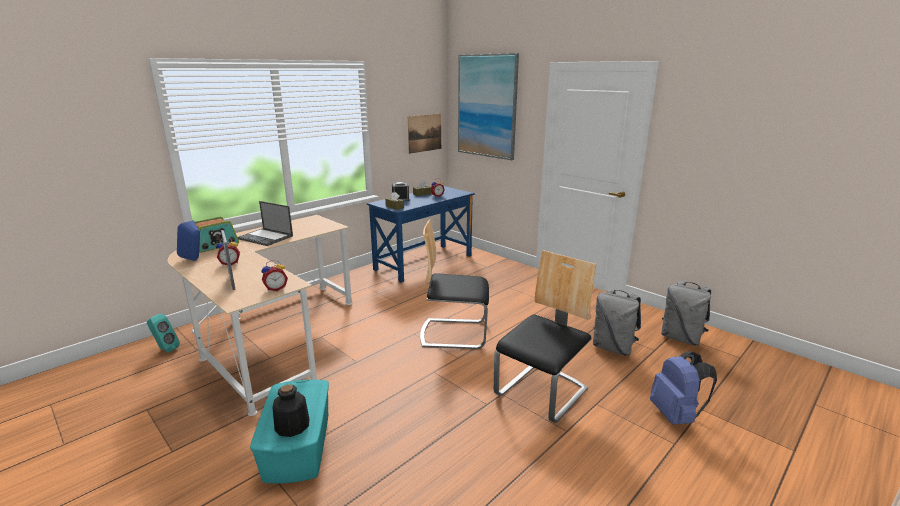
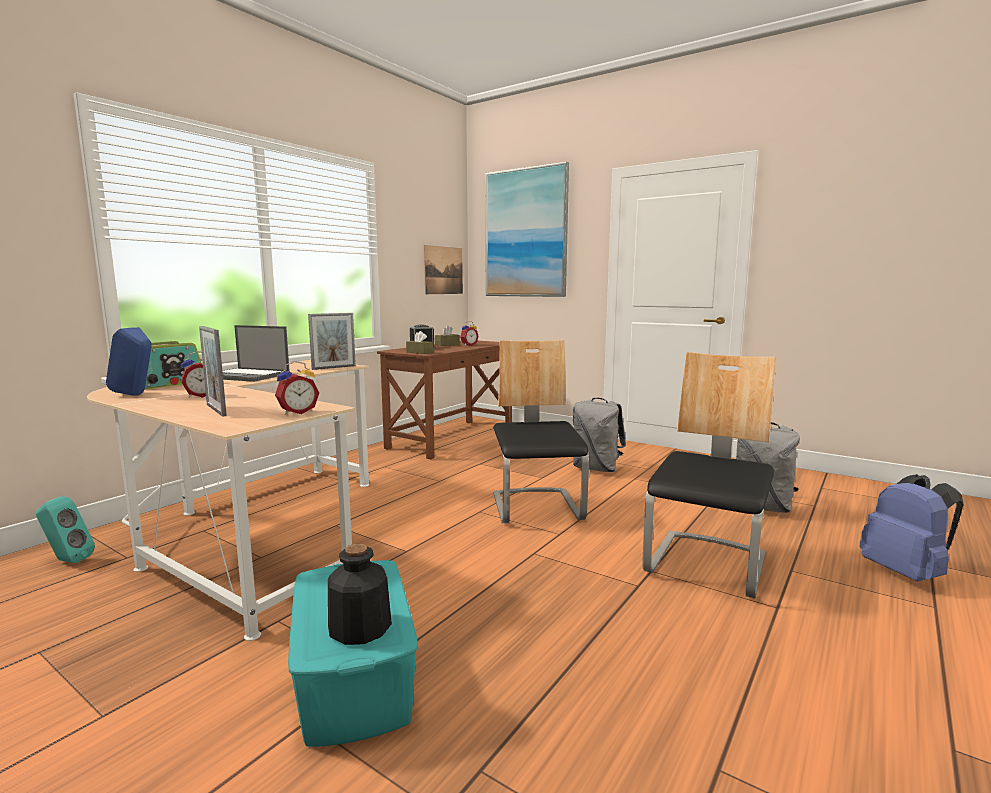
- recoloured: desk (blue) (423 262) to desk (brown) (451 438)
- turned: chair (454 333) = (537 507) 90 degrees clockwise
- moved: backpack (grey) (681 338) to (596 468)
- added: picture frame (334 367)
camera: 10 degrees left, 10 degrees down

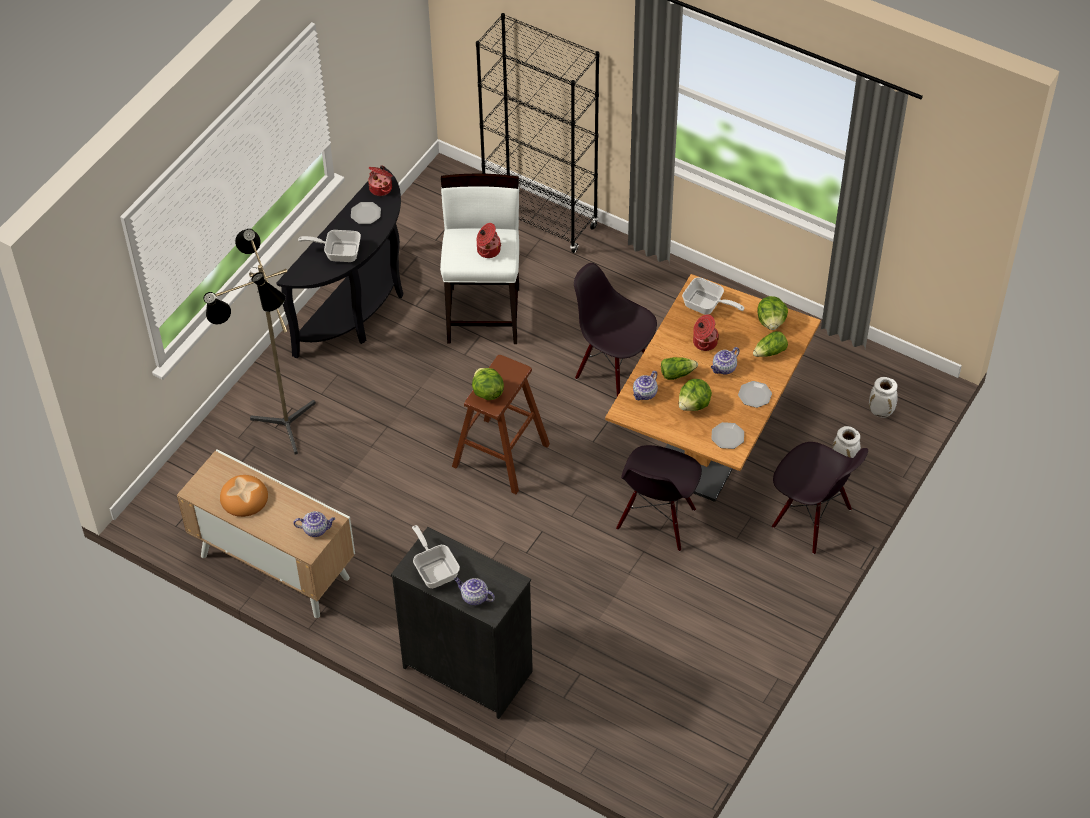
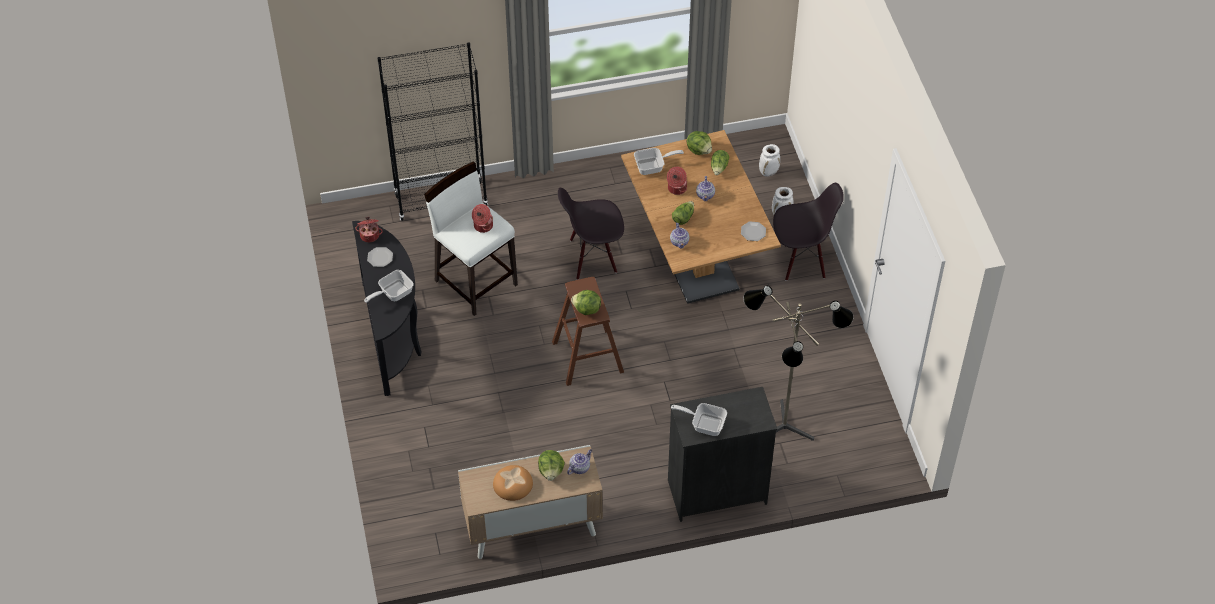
- moved: floor lamp (279 428) to (782 433)
- moved: lettuce (694 405) to (551 471)
- removed: plate (754 395)
- removed: chair (black) (657 520)
- removed: teapot (474 597)
camera: 45 degrees left, 0 degrees up

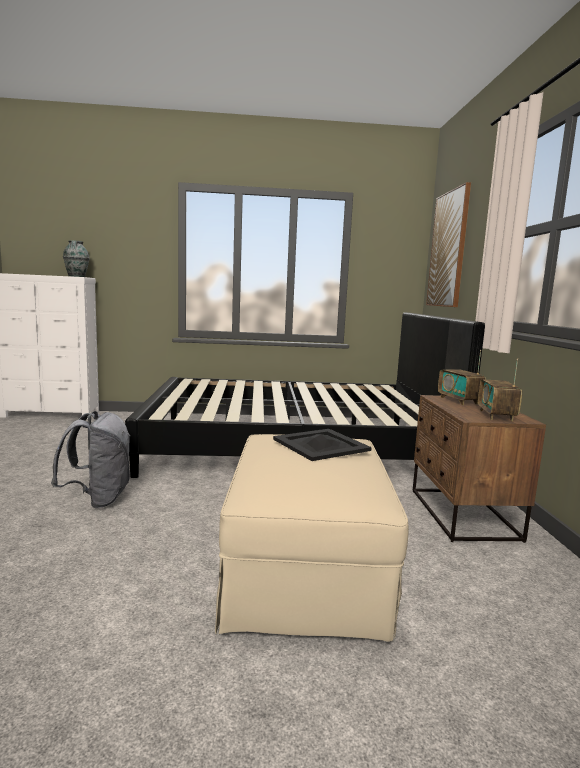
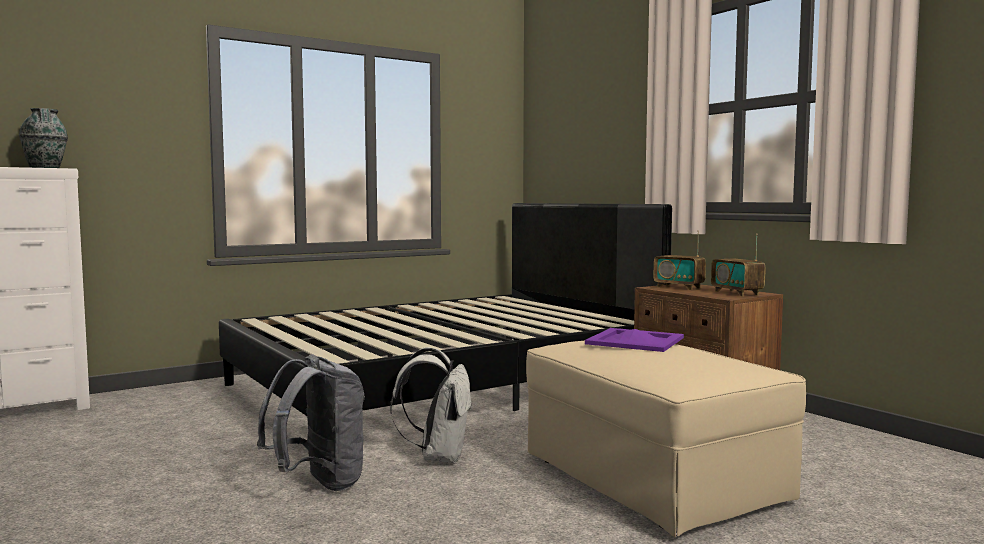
- removed: picture (448 249)
- recoloured: tray (black) (321 444) to tray (purple) (634 340)
- added: backpack (white) (439 457)
camera: 30 degrees left, 5 degrees down

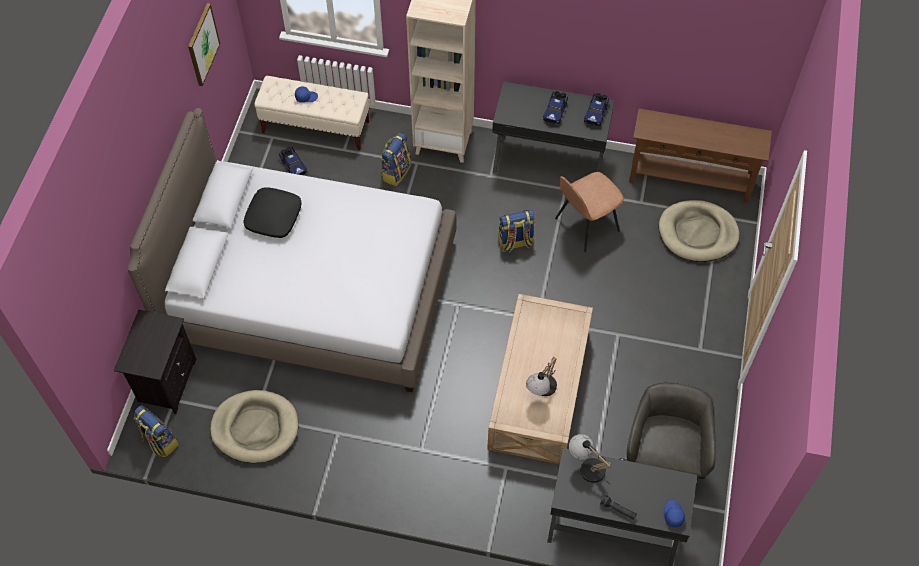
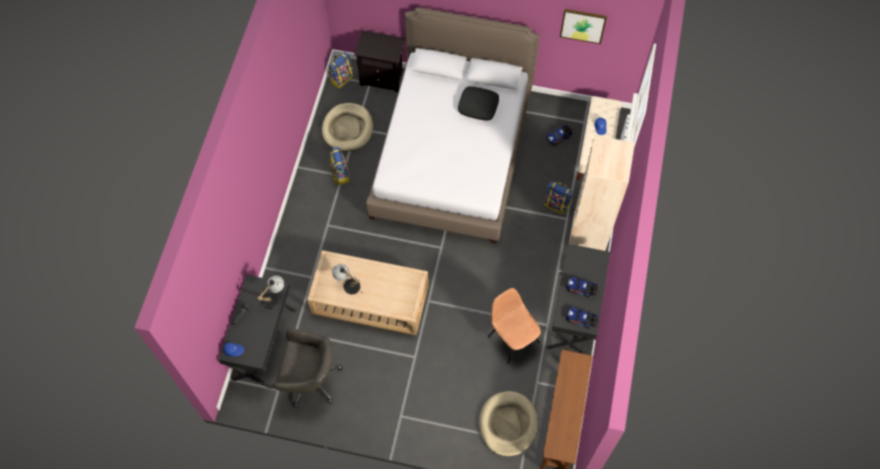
- moved: backpack (515 243) to (340 174)
camera: 90 degrees right, 5 degrees up

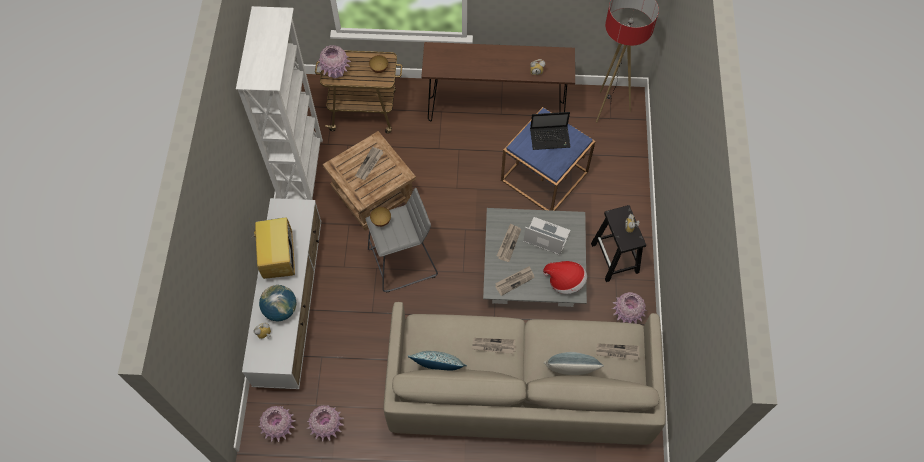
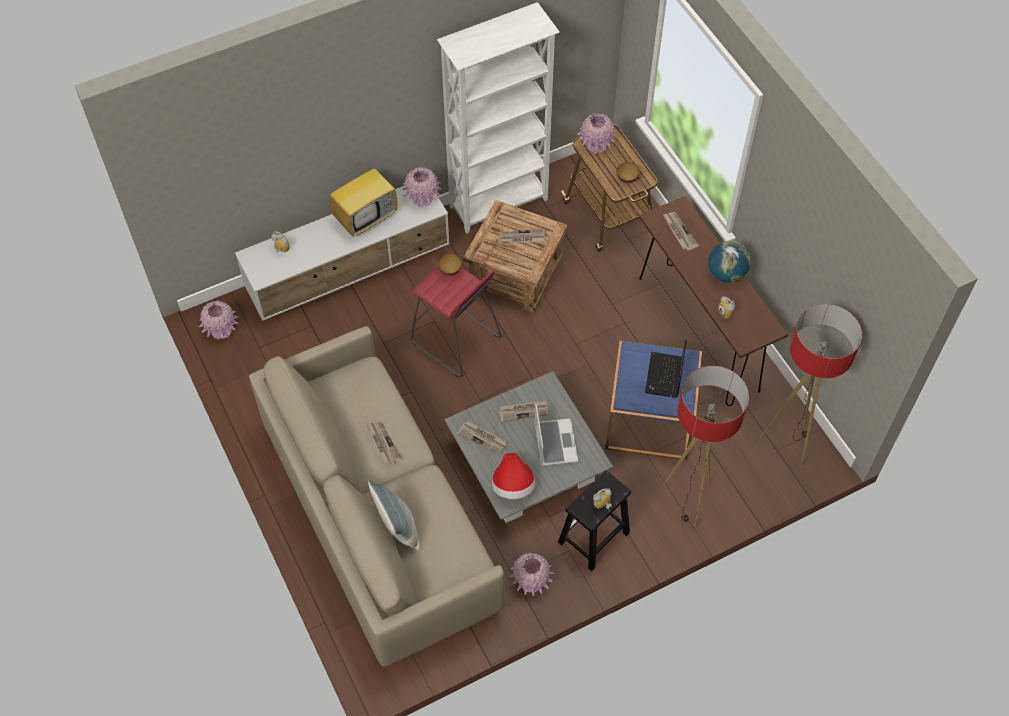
- turned: laptop (550 138) = (664 376) 45 degrees clockwise
- recoloured: stool (grey) (403 262) to stool (red) (456 341)
- moved: globe (281 310) to (726 274)
- moved: newspaper (617 352) to (679 232)
- removed: pillow (438 368)
- moved: vase (pink) (327 427) to (422 199)
- added: floor lamp (687 500)
camera: 60 degrees right, 5 degrees down

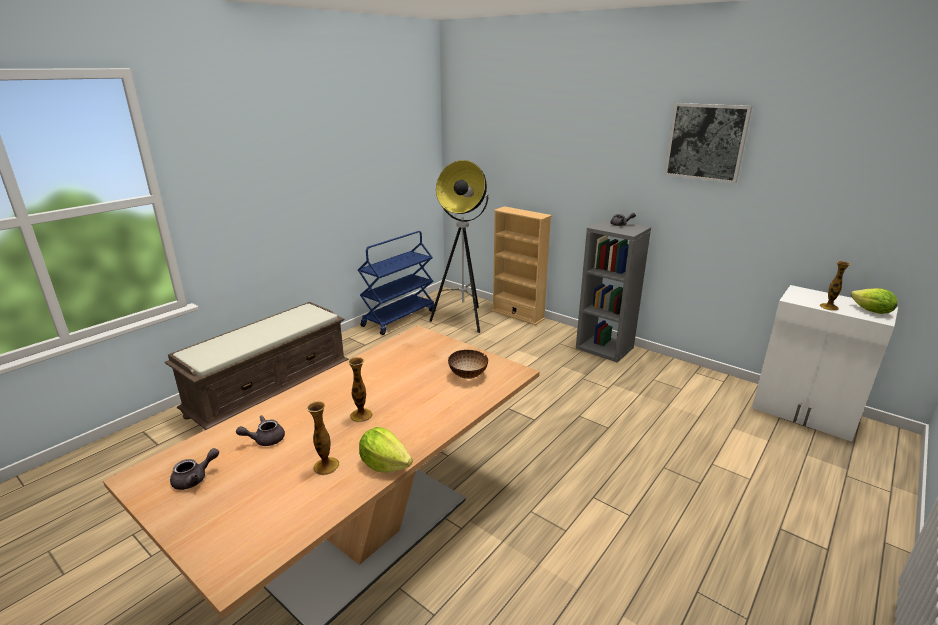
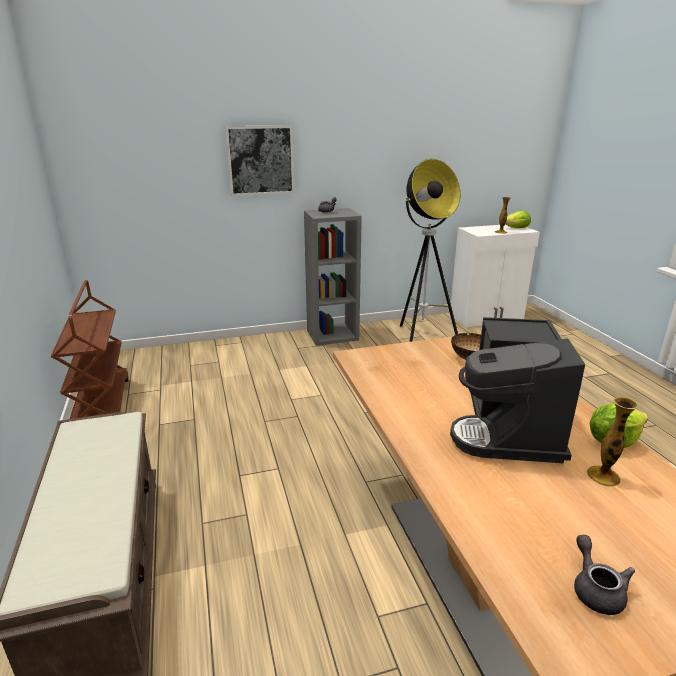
- moved: picture (706 142) to (260 160)
- moved: floor lamp (463 319) to (421 339)
- removed: bookcase (beige) (518 315)
- recoloured: cart (blue) (399 318) to cart (brown) (101 406)
- replaced: vase (361 415) to coffee machine (509 431)
- removed: teapot (grey) (265 439)
camera: 55 degrees left, 0 degrees up

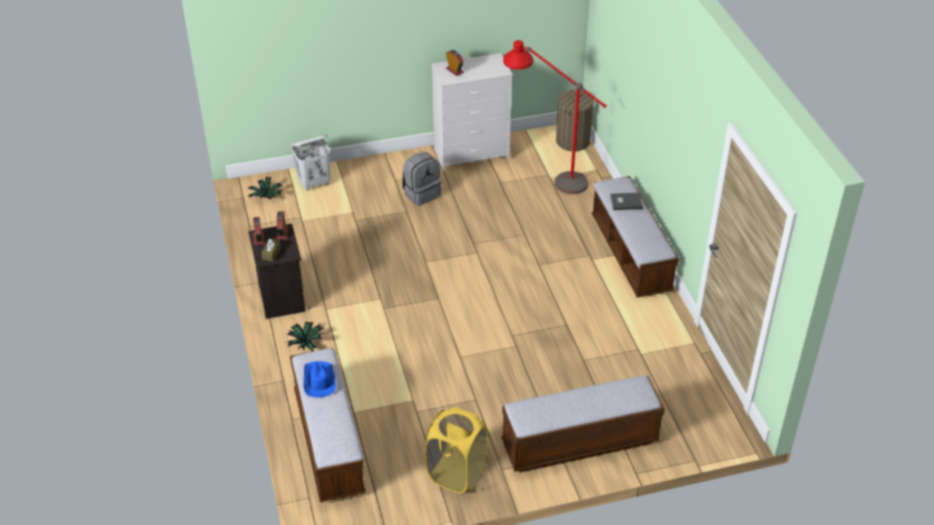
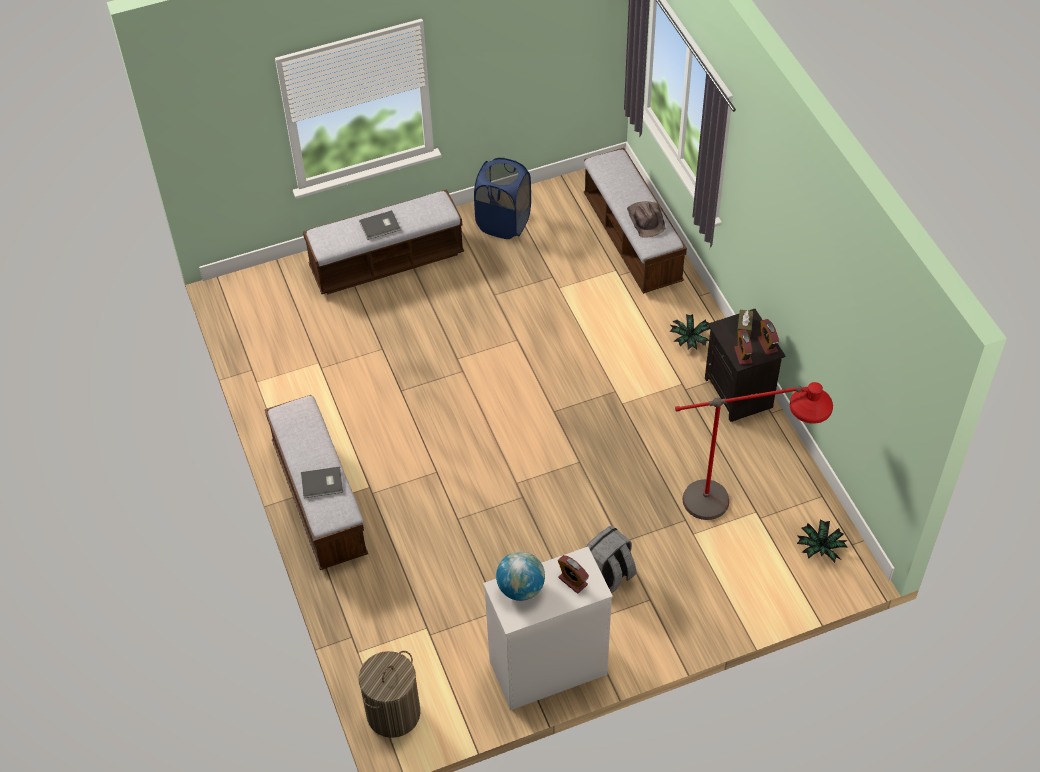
- moved: floor lamp (red) (548 178) to (738 506)
- removed: laundry basket (white) (314 183)
- recoloured: hat (blue) (319 380) to hat (brown) (646 219)
- recoloured: laundry basket (yellow) (456 474) to laundry basket (blue) (503 223)
- added: book (grey) (380 226)
- added: globe (520 588)
camera: 175 degrees right, 10 degrees up

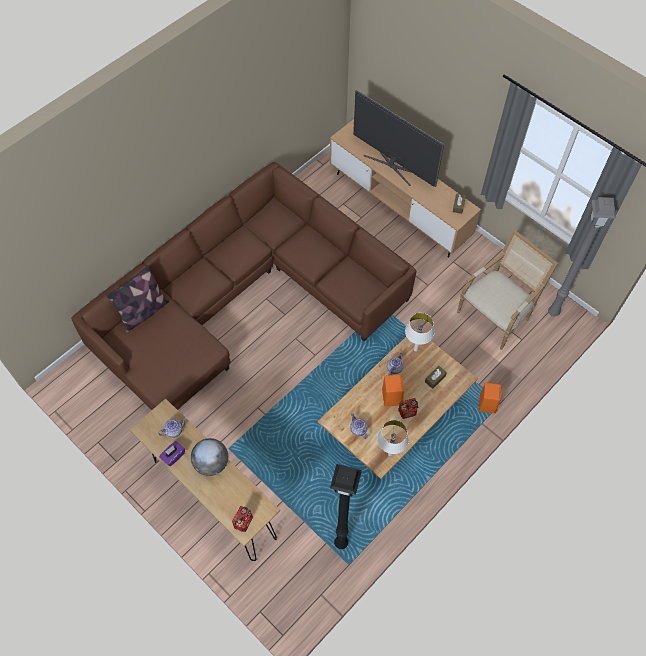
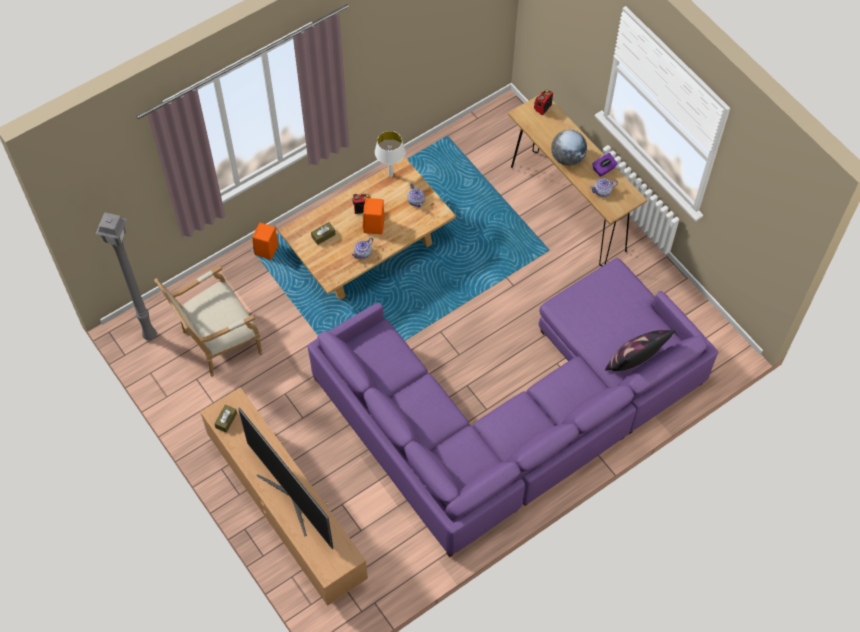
- recoloured: sofa (brown) (243 299) to sofa (purple) (514 413)
- removed: table lamp (white) (416 349)
- removed: floor lamp (black) (340 543)
camera: 170 degrees left, 0 degrees up

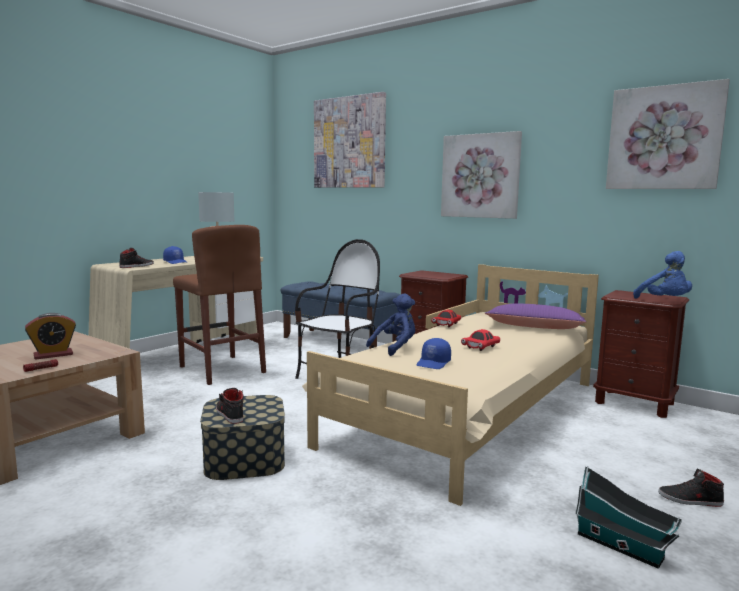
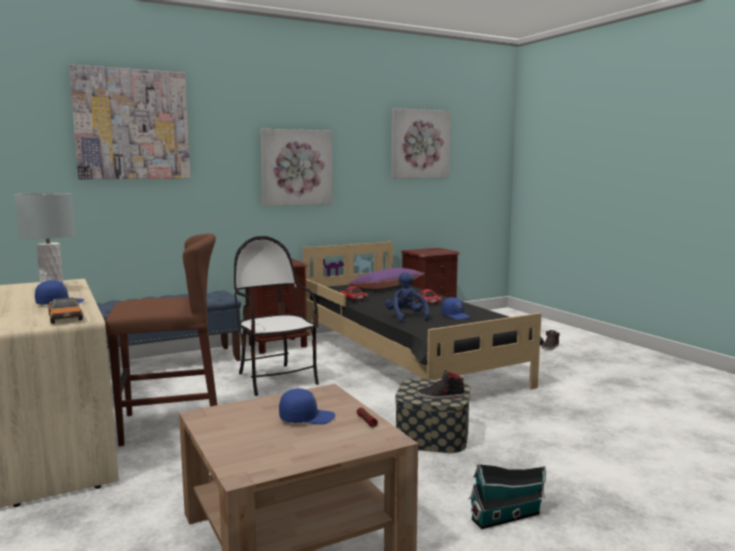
- replaced: shoe (black) (136 266) to toy car (65 317)
- removed: plush toy (blue) (665 301)
- recoloured: bed (beige) (470 412) to bed (black) (407 358)
- replaced: alarm clock (53 355) to cap (blue) (306 418)
- moved: toy house (623 547) to (508 516)
camera: 65 degrees left, 0 degrees up

